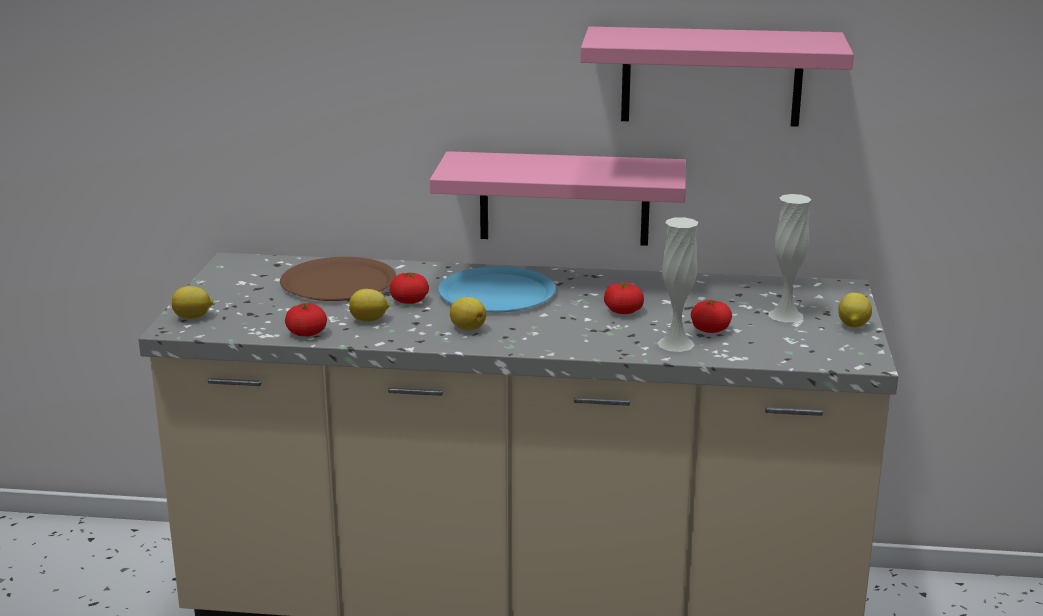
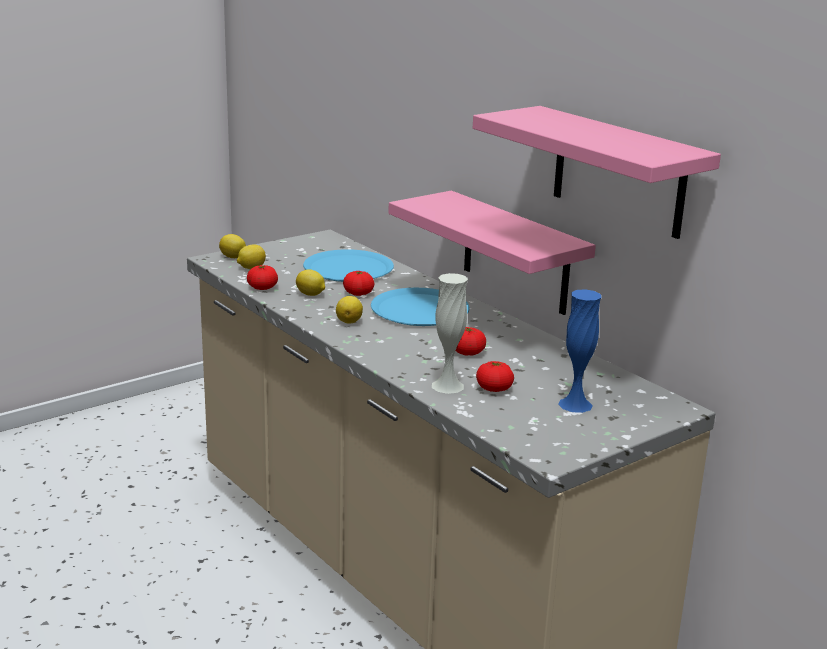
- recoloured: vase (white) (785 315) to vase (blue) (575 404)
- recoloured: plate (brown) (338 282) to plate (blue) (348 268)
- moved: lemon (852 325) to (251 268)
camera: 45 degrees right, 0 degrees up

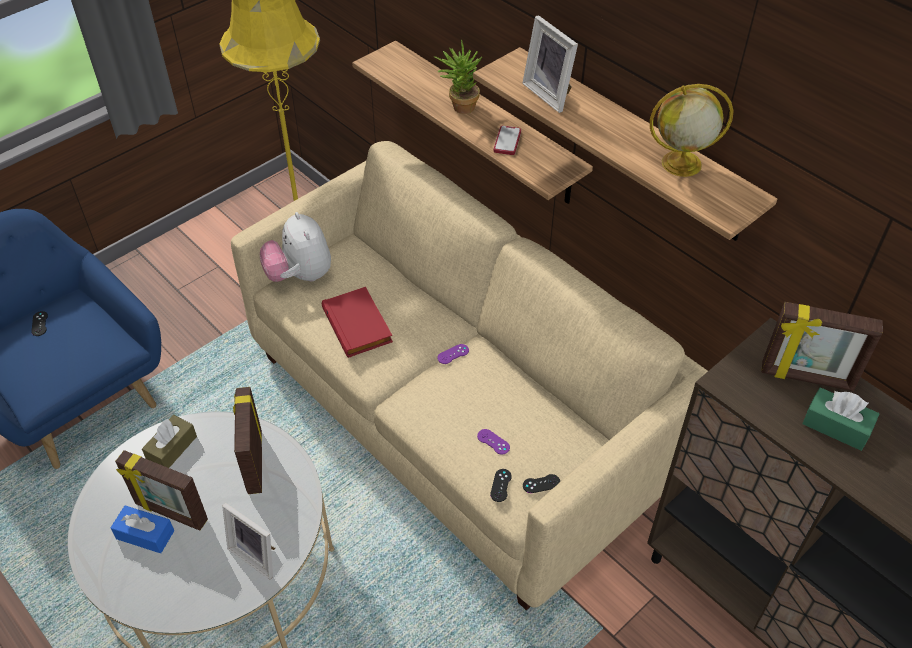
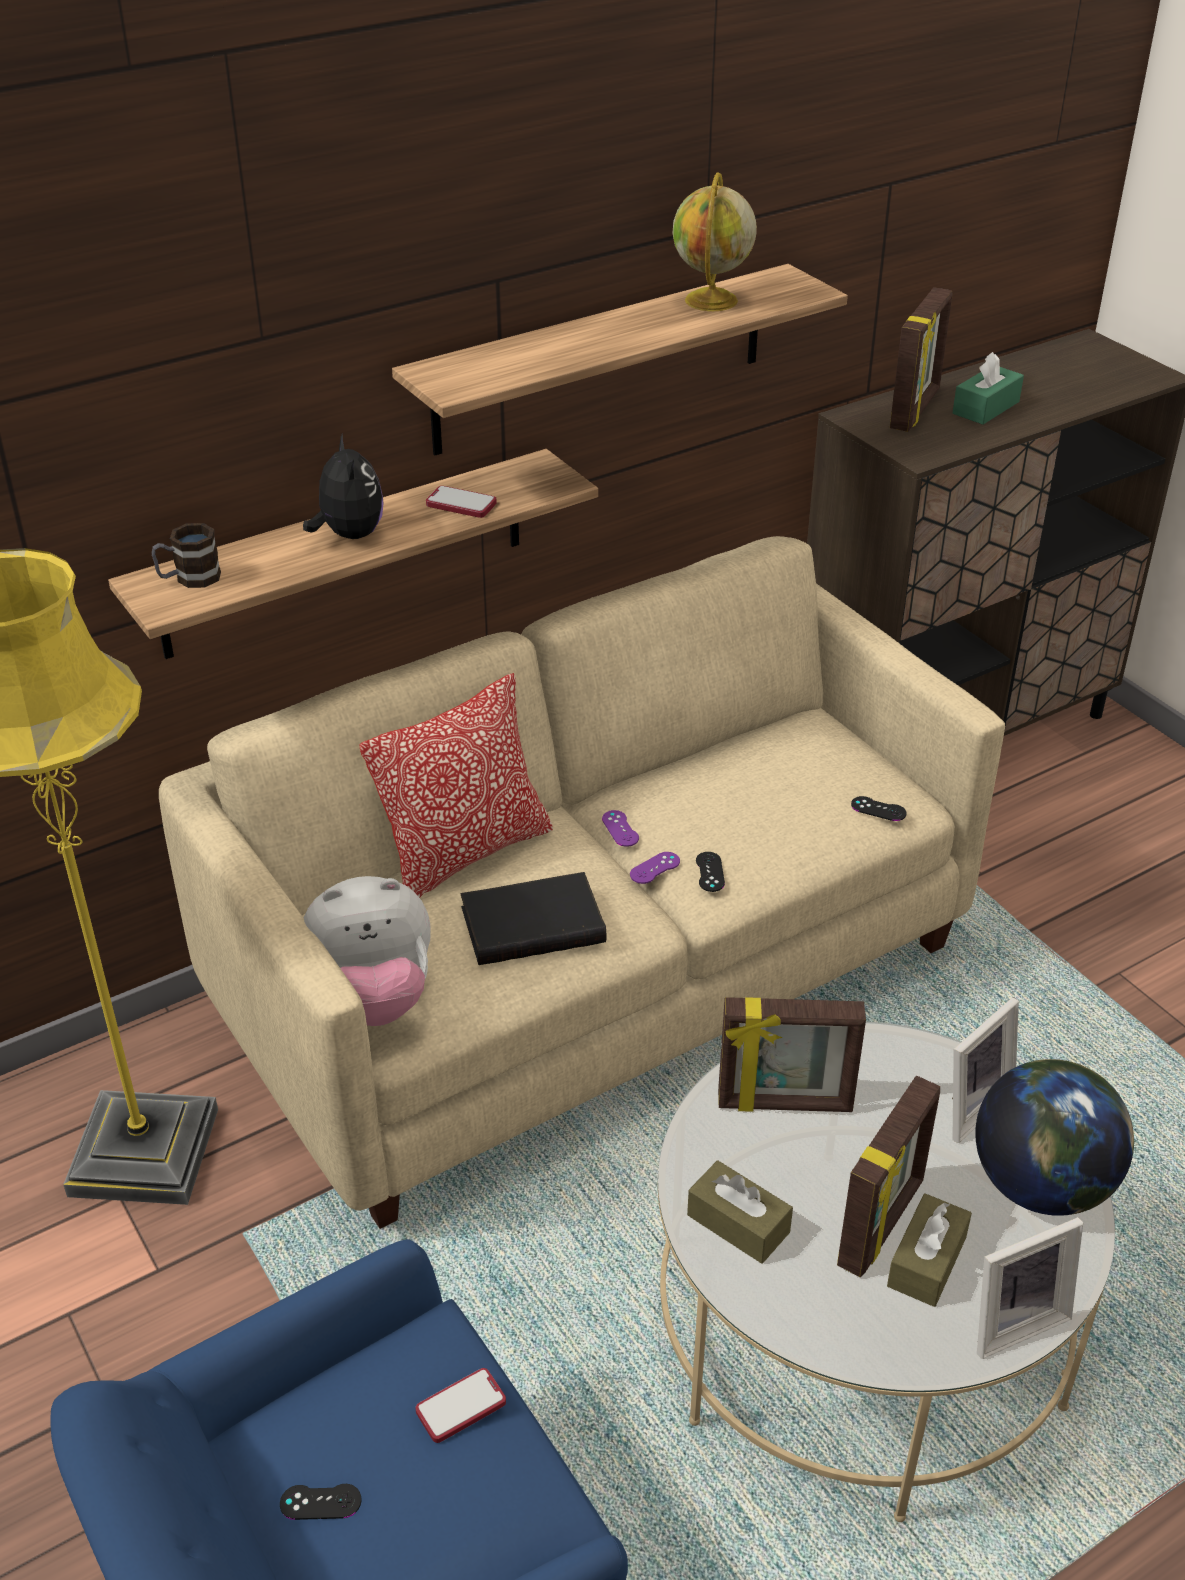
- moved: picture frame (551 94) to (1012 1320)
- replaced: potted plant (459 106) to plush toy (349 535)
- recoloured: book (red) (359 325) to book (black) (533 923)
- moved: game controller (purple) (493 442) to (655 868)
- moved: game controller (black) (541 484) to (710 872)
- recoloured: tissue box (blue) (145 534) to tissue box (brown) (927 1261)
- added: mug (189 578)
- added: pillow (465 853)
- added: globe (1042 1184)
- added: phone (461 1407)
camera: 80 degrees left, 10 degrees down

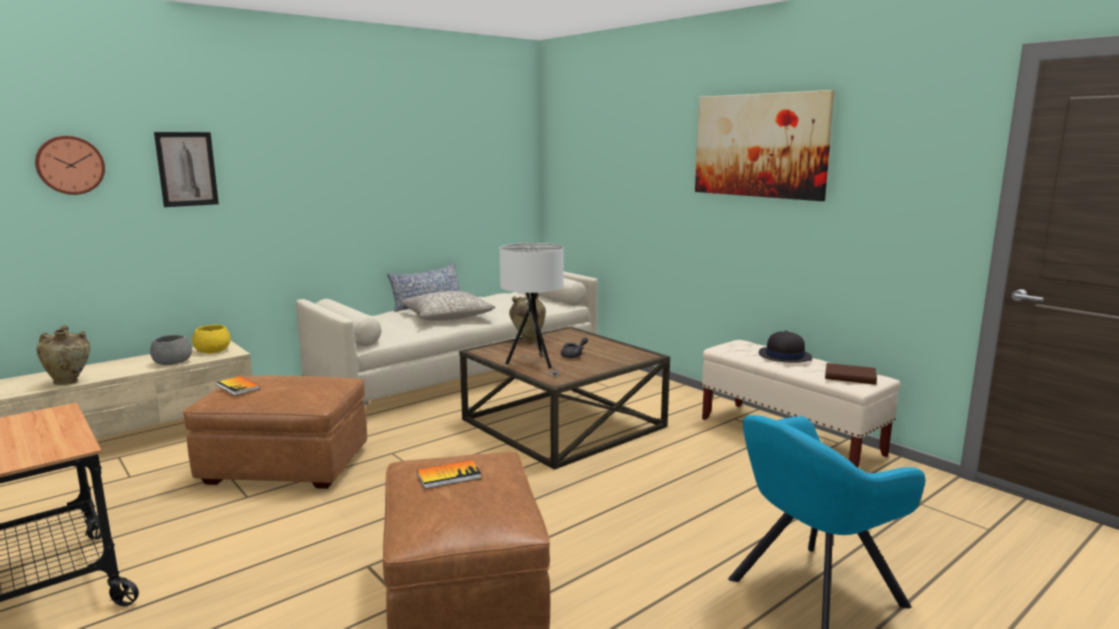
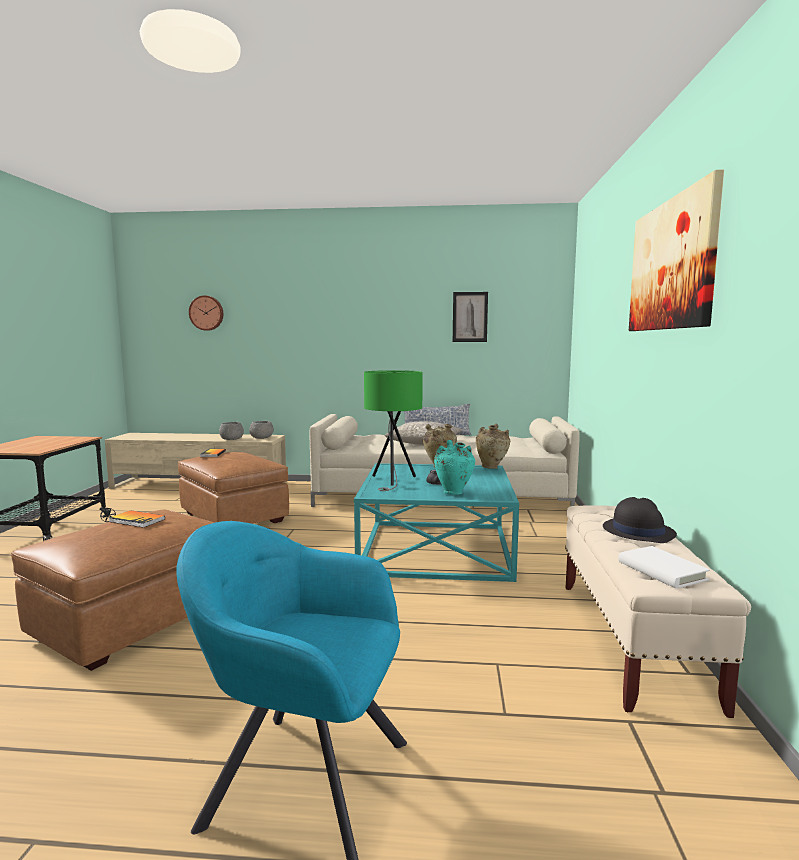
- moved: picture (187 169) to (470 317)
- recoloured: table lamp (white) (534 364) to table lamp (green) (392 481)
- moved: vase (beige) (69 382) to (491 467)
- recoloured: bowl (yellow) (212 351) to bowl (grey) (261 437)
- recoloured: coffee table (brown) (562 422) to coffee table (turquoise) (436 548)
- recoloured: book (brown) (850 377) to book (white) (661 571)
- added: vase (turquoise) (453 492)
camera: 45 degrees right, 5 degrees down

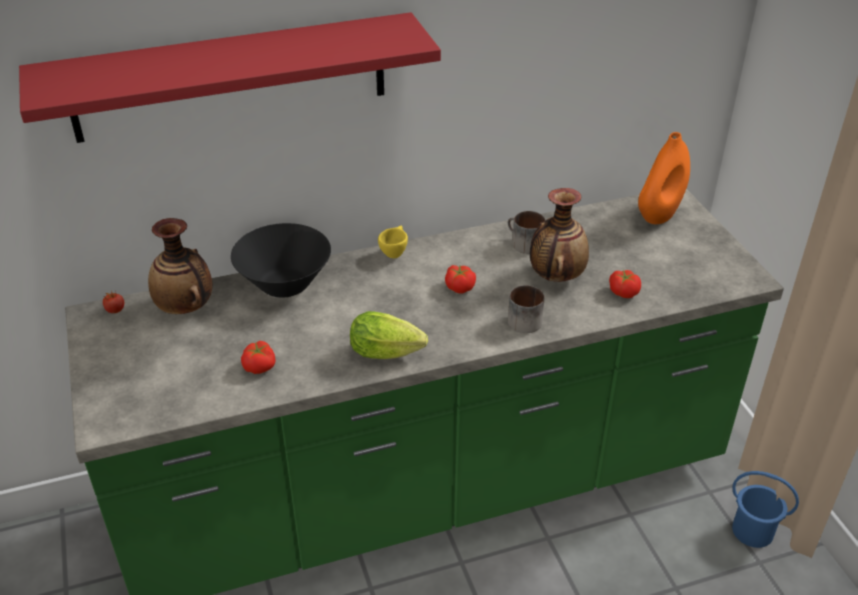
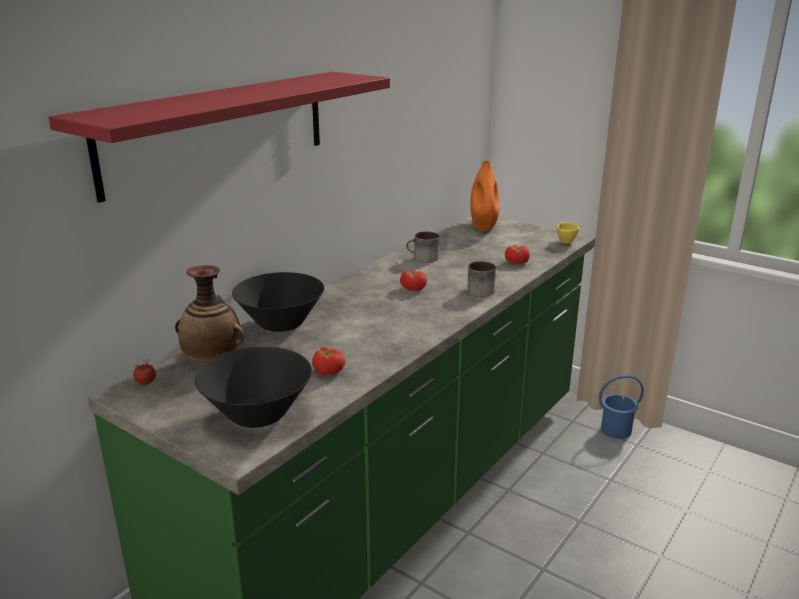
- removed: vase (556 276)
- moved: cup (yellow) (394 252) to (564 241)
- removed: lettuce (390 353)
- added: bowl (black) (258 414)
camera: 35 degrees left, 15 degrees down

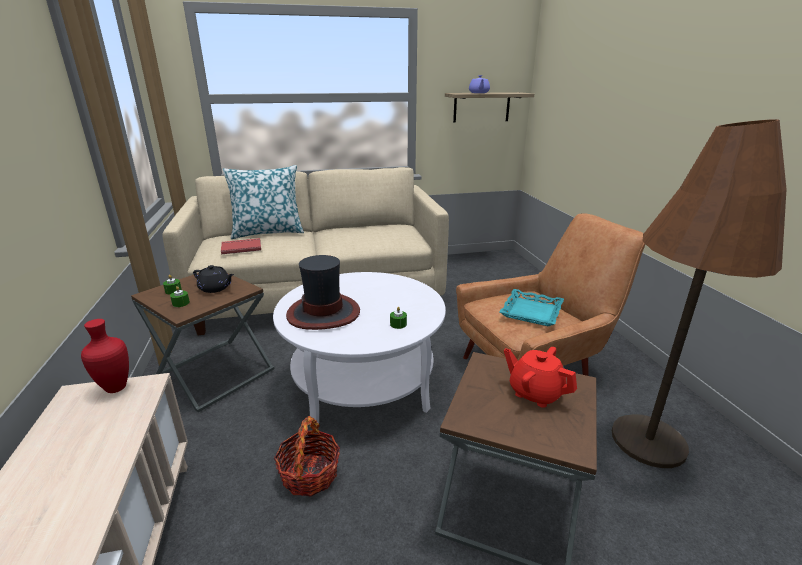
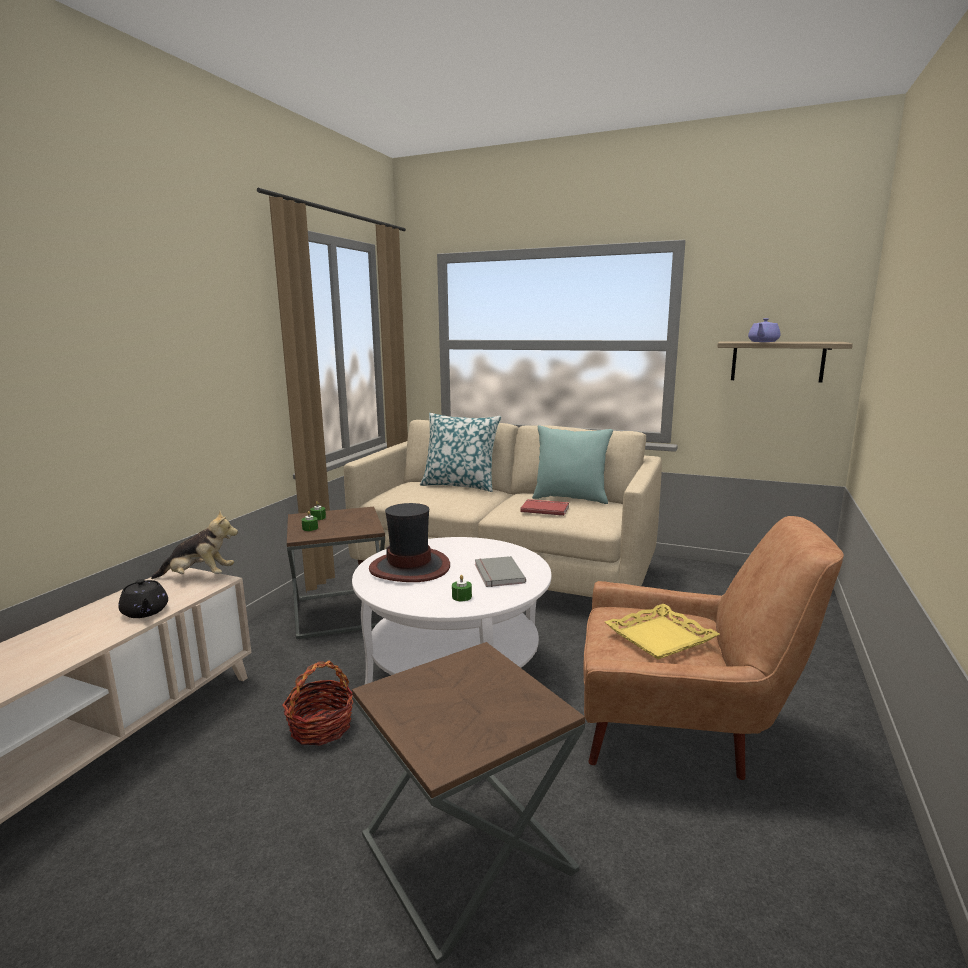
- removed: floor lamp (brown) (648 441)
- moved: book (red) (241 247) to (545 509)
- moved: teapot (black) (215 288) to (145 612)
- recoloured: tray (turquoise) (532 312) to tray (yellow) (660 638)
- replaced: vase (red) (114 388) to plush toy (199 577)
- removed: teapot (red) (535 393)
- added: pillow (turquoise) (570 498)
- added: book (grey) (497 574)
camera: 35 degrees right, 10 degrees down

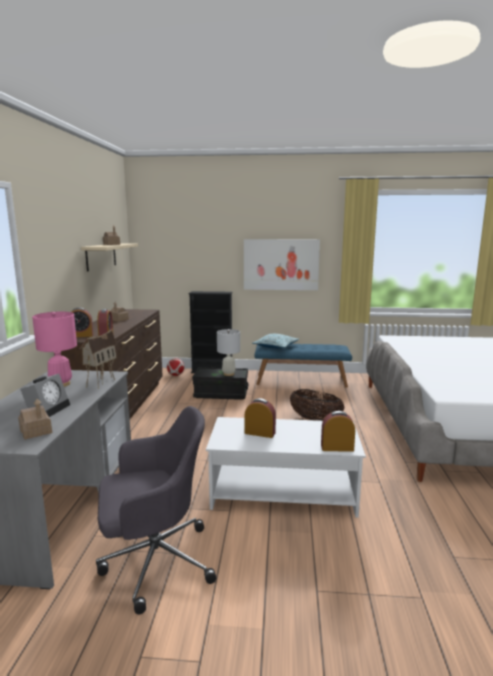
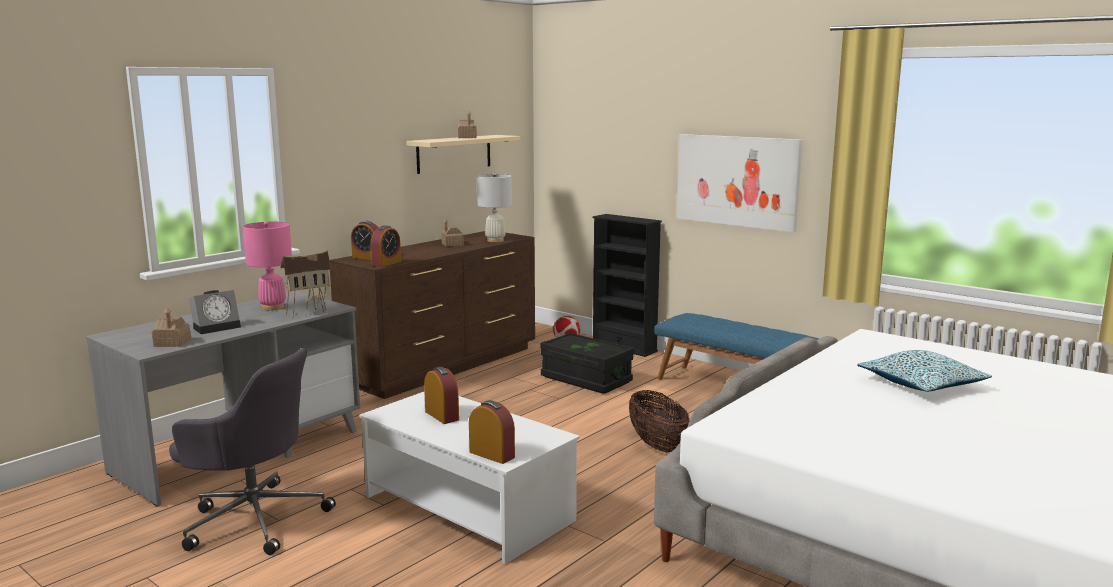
- moved: table lamp (white) (228 374) to (495 240)
- moved: pillow (276 346) to (922 384)
camera: 35 degrees right, 0 degrees up

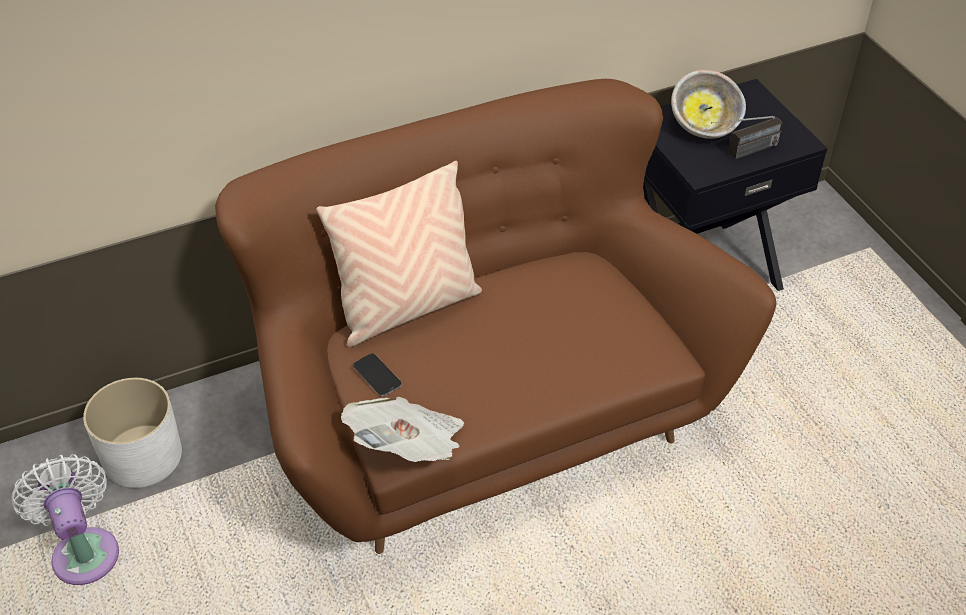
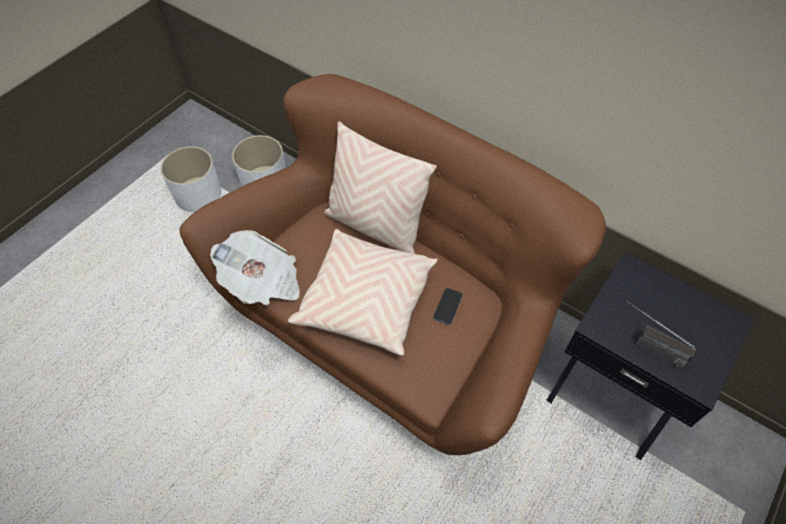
- removed: bowl (705 126)
- moved: phone (377 375) to (447 307)
- replaced: fan (white) (84 550) to planter (white) (197 194)
- added: pillow (beige) (366 300)
camera: 60 degrees right, 10 degrees up

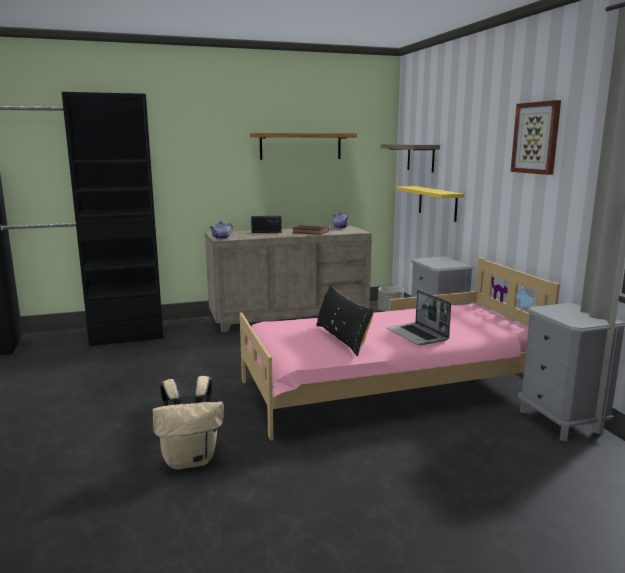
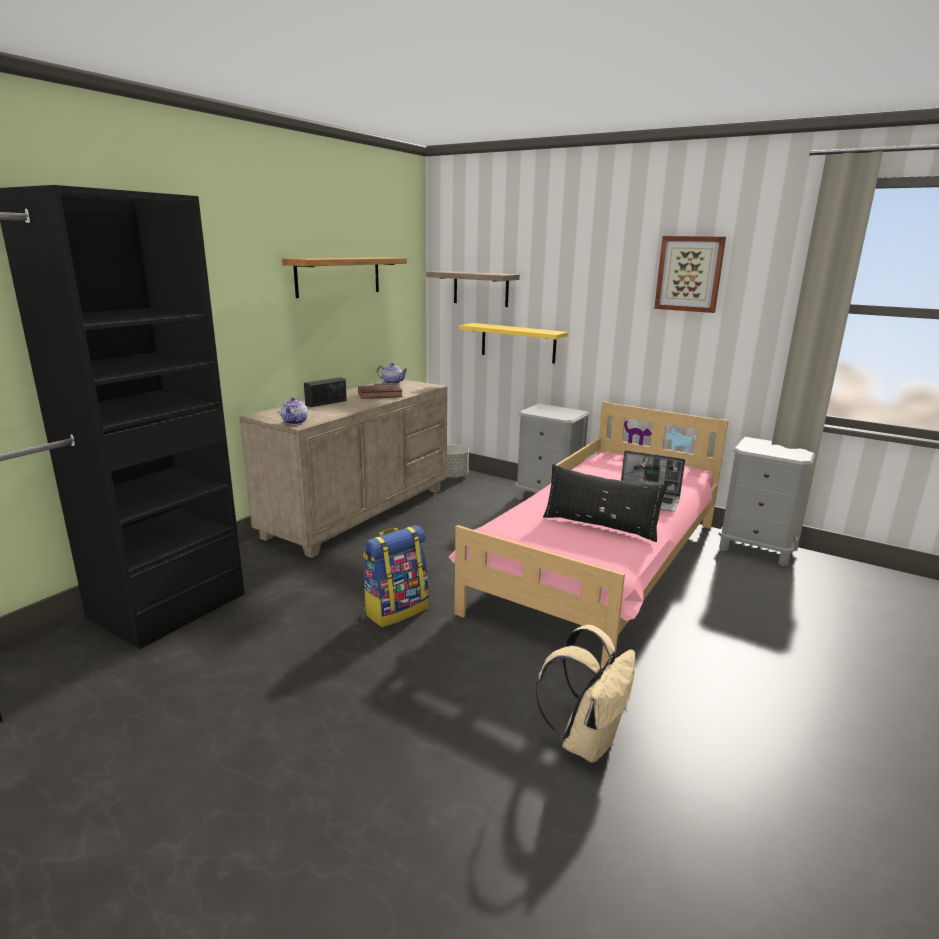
- added: backpack (396 610)
camera: 40 degrees left, 5 degrees up

